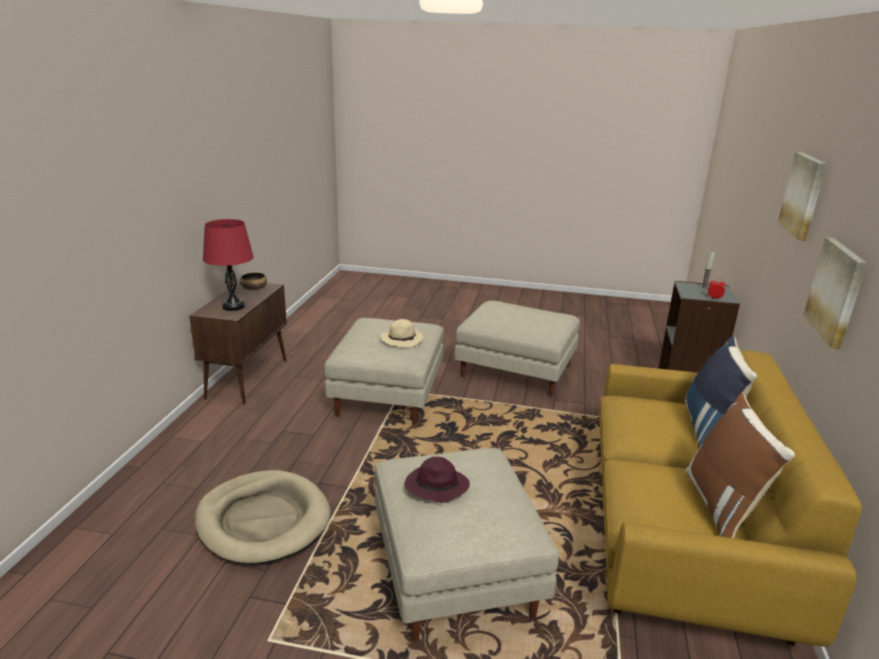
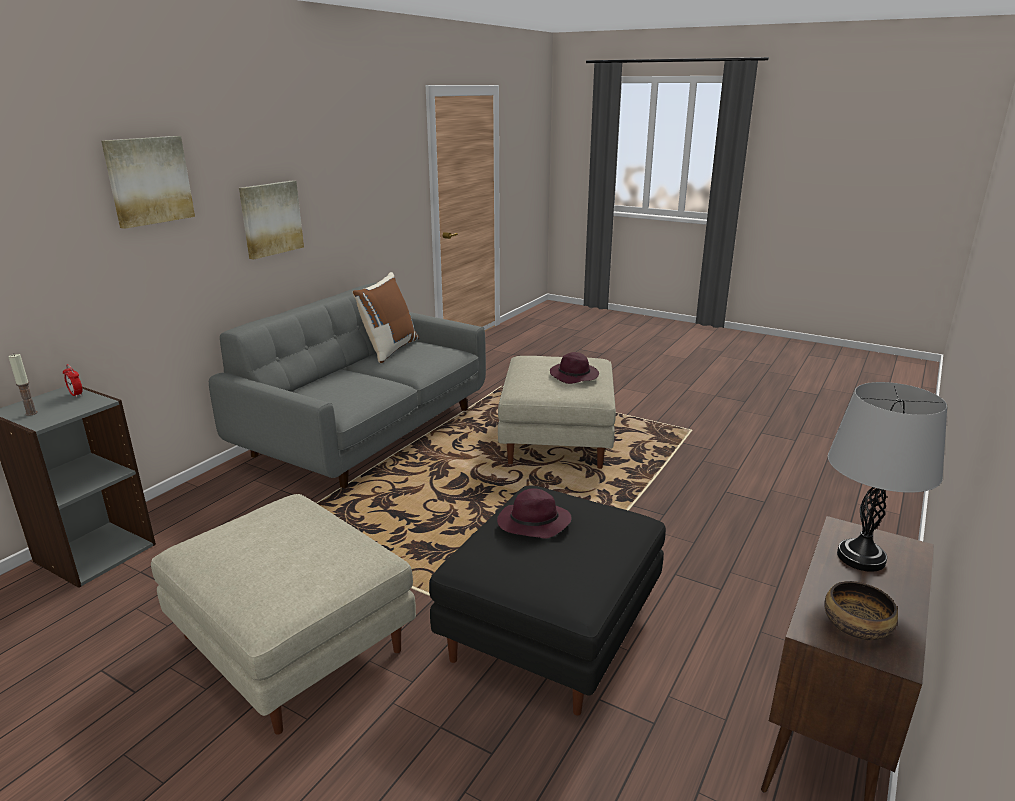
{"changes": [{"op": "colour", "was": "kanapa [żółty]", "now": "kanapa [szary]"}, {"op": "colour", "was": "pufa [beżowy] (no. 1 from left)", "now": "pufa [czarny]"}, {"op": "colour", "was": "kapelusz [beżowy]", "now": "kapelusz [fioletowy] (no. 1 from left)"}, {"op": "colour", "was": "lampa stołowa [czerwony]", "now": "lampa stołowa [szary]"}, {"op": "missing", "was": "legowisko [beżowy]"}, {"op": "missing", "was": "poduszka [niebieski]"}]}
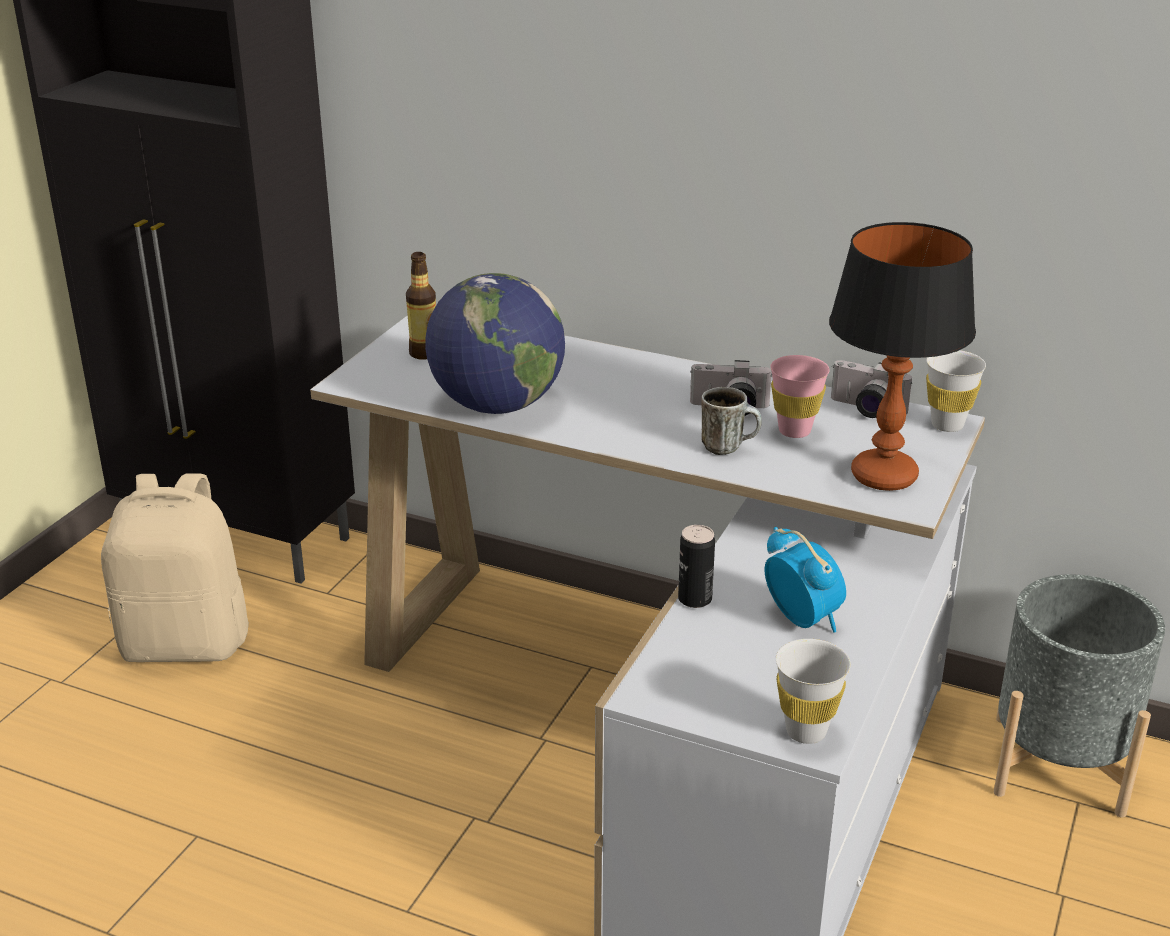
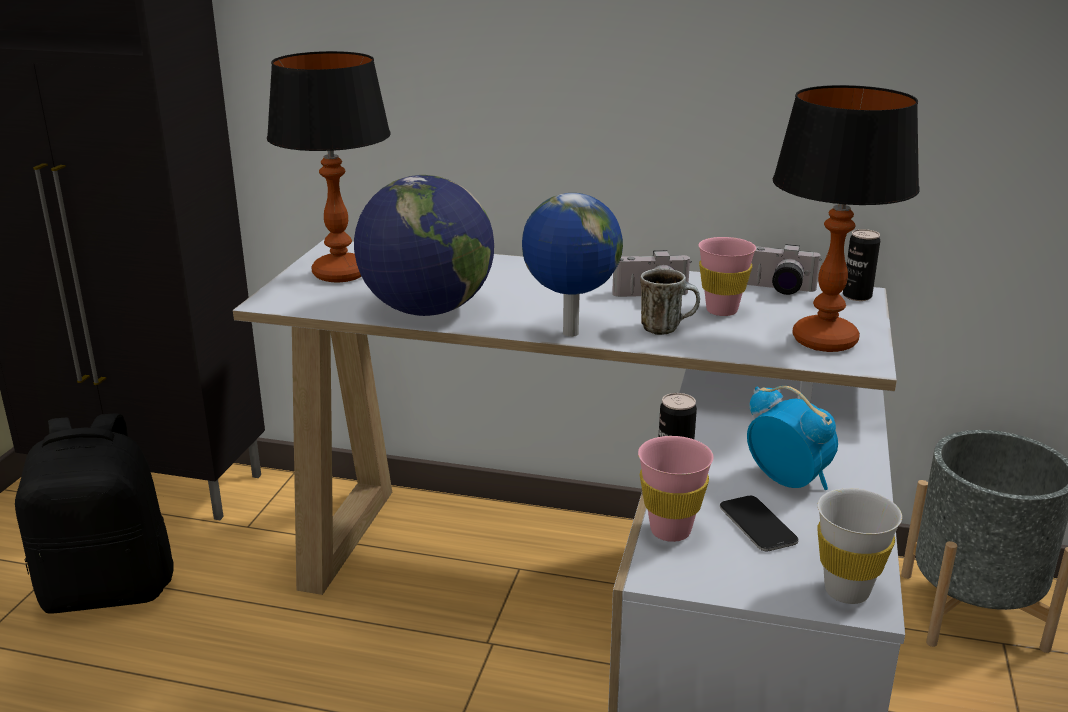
{"changes": [{"op": "colour", "was": "plecak [beżowy]", "now": "plecak [czarny]"}, {"op": "exchanged", "was": "butelka", "now": "lampa stołowa (no. 1 from left)"}, {"op": "appeared", "now": "globus (no. 2 from left)"}, {"op": "appeared", "now": "filiżanka [różowy] (no. 1 from left)"}, {"op": "appeared", "now": "telefon"}, {"op": "exchanged", "was": "filiżanka [biały] (no. 2 from left)", "now": "puszka (no. 2 from left)"}]}
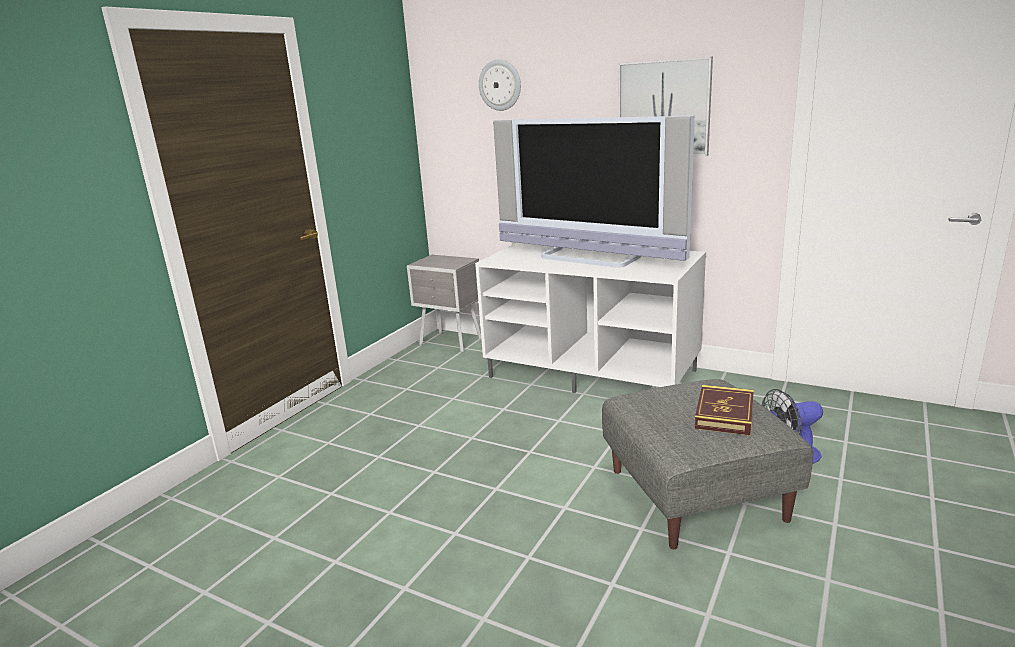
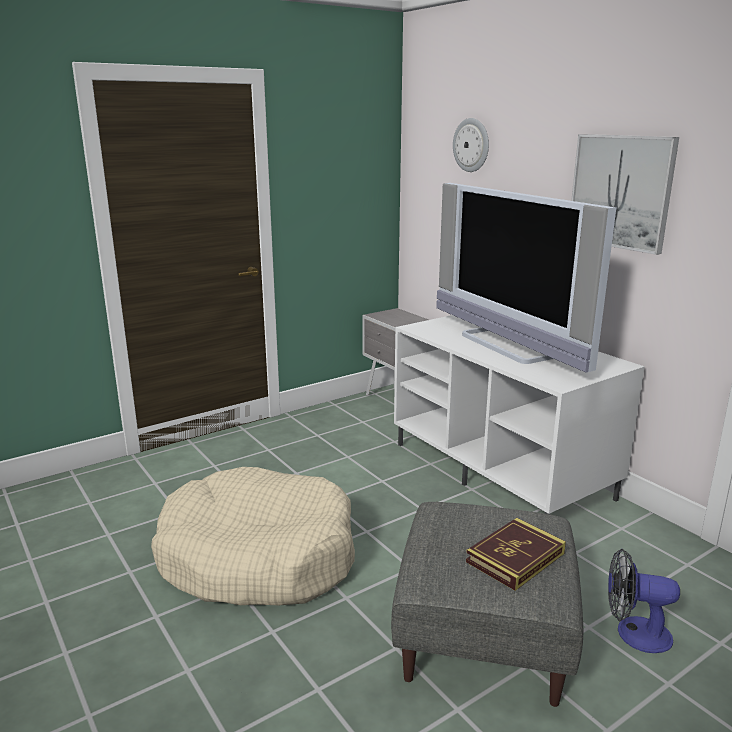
{"changes": [{"op": "appeared", "now": "legowisko [beżowy]"}]}
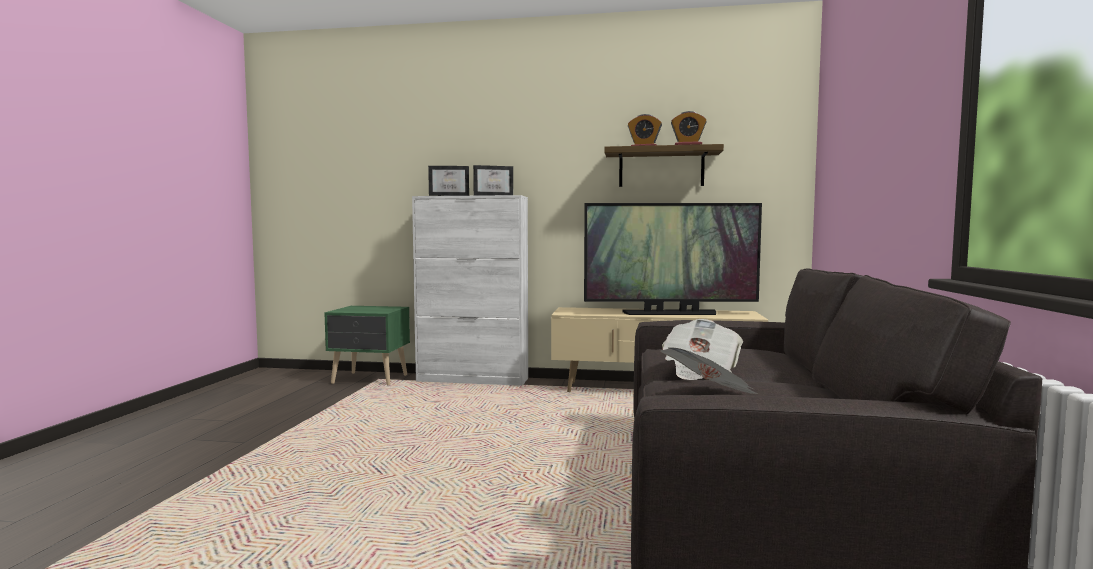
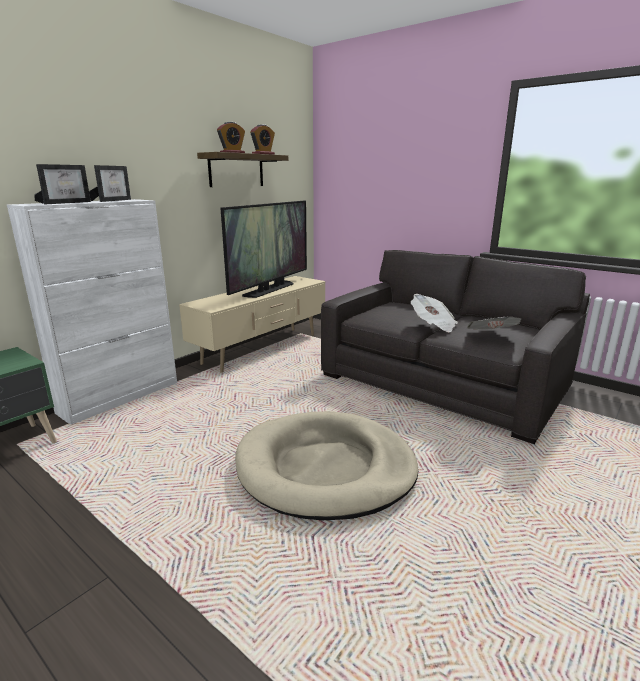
{"changes": [{"op": "appeared", "now": "legowisko [beżowy]"}]}
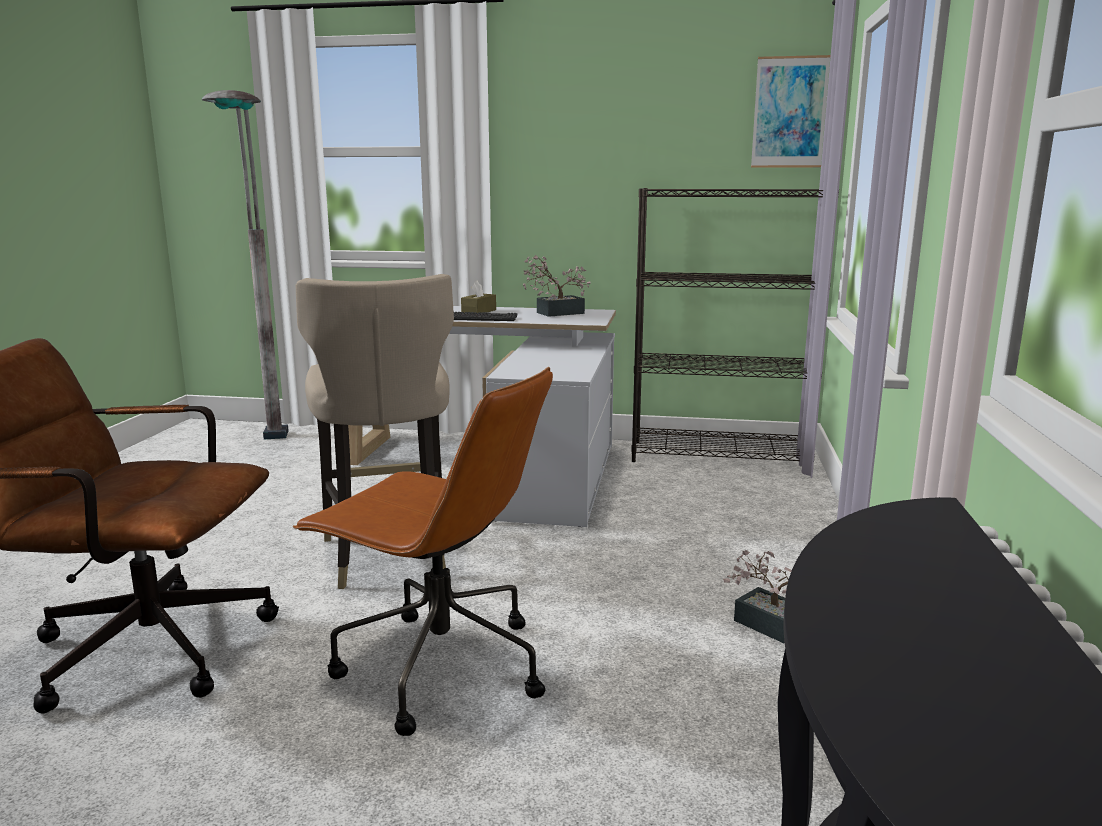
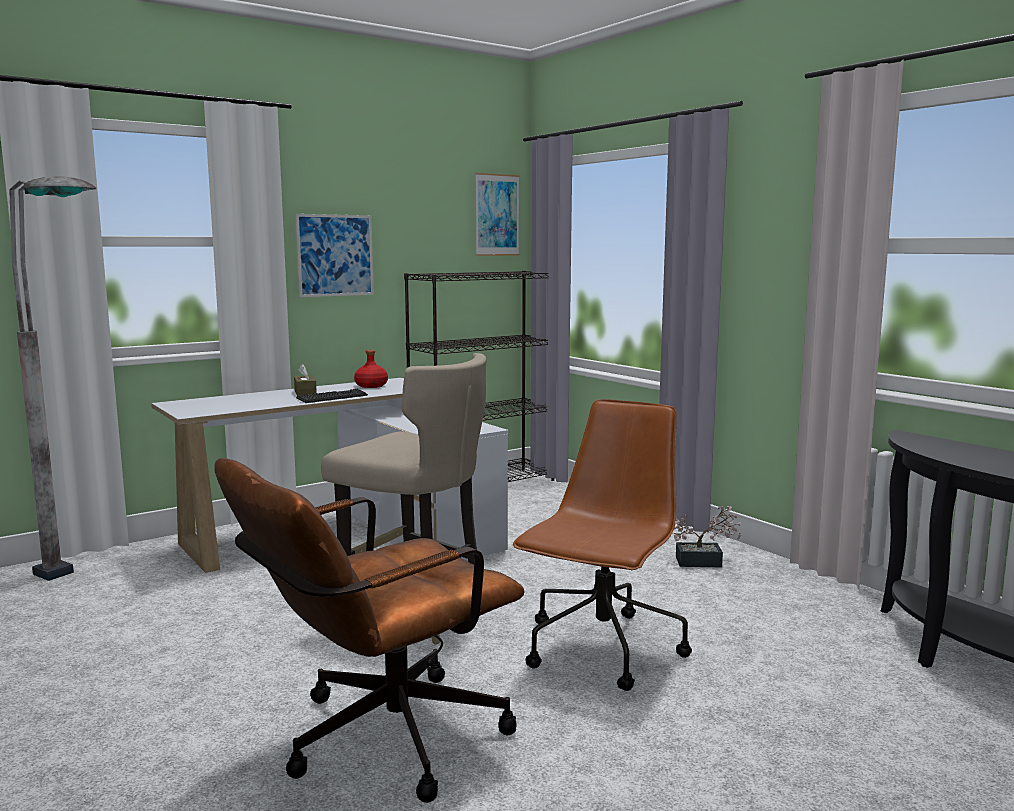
{"changes": [{"op": "appeared", "now": "obraz (no. 1 from left)"}, {"op": "exchanged", "was": "roślina doniczkowa (no. 1 from left)", "now": "butelka [czerwony]"}, {"op": "spun", "was": "krzesło biurowe [brązowy] (no. 2 from left)", "clockwise": -45}]}
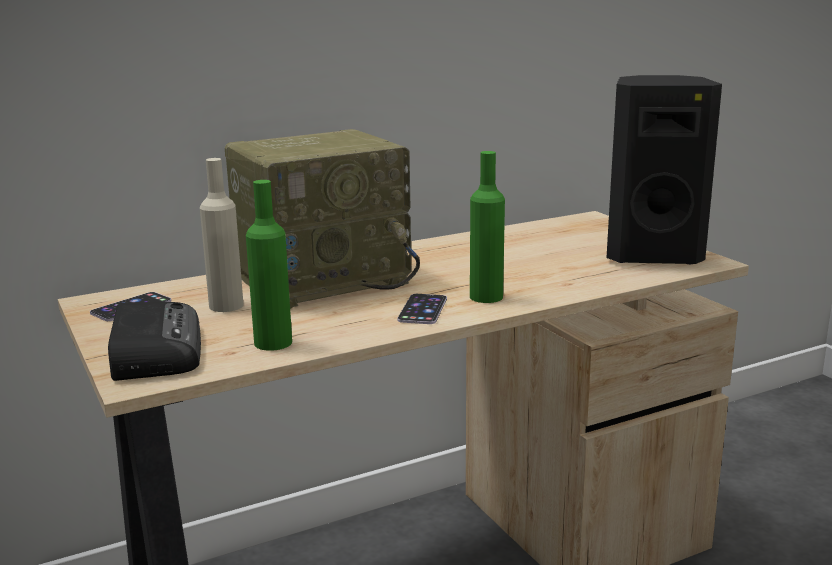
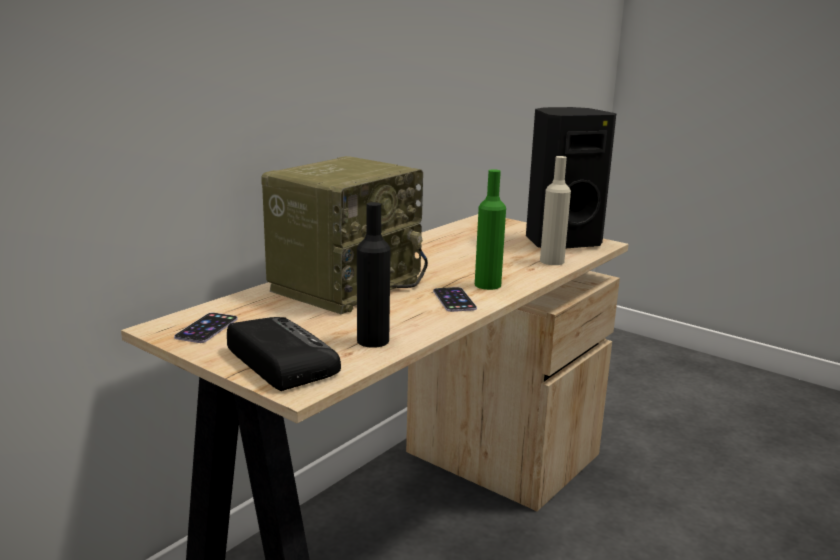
{"changes": [{"op": "colour", "was": "butelka [zielony] (no. 1 from left)", "now": "butelka [czarny]"}, {"op": "relocated", "was": "butelka [beżowy]"}]}
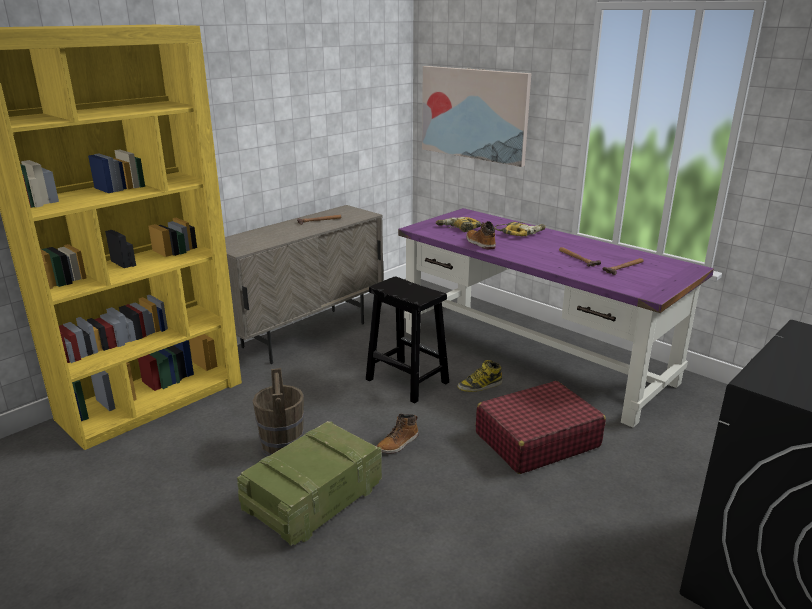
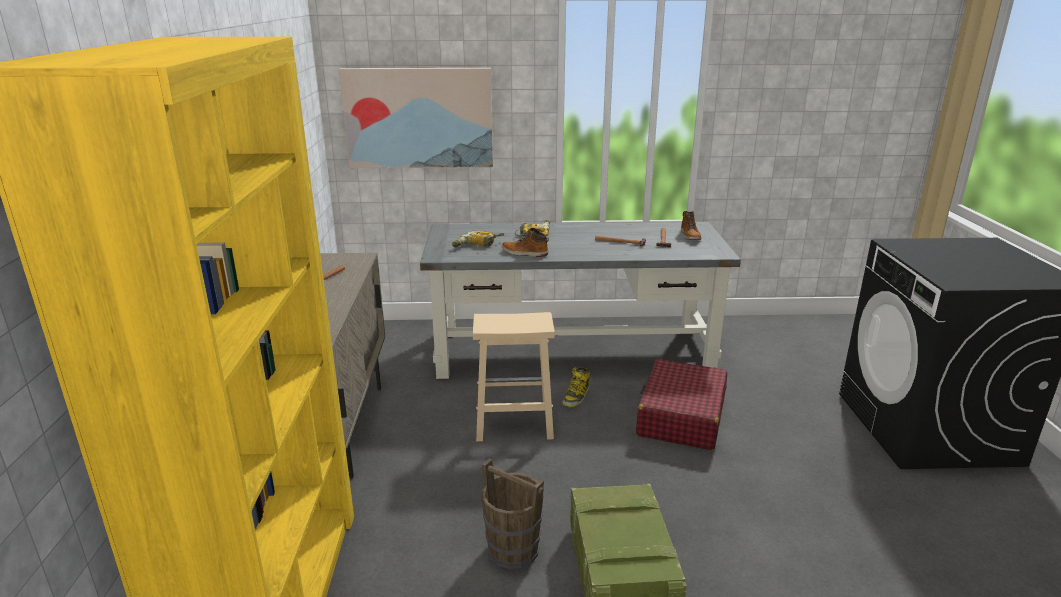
{"changes": [{"op": "colour", "was": "biurko [fioletowy]", "now": "biurko [szary]"}, {"op": "colour", "was": "stołek [czarny]", "now": "stołek [beżowy]"}, {"op": "relocated", "was": "but z cholewką (no. 1 from left in the first image)", "now": "but z cholewką (no. 3 from left)"}]}
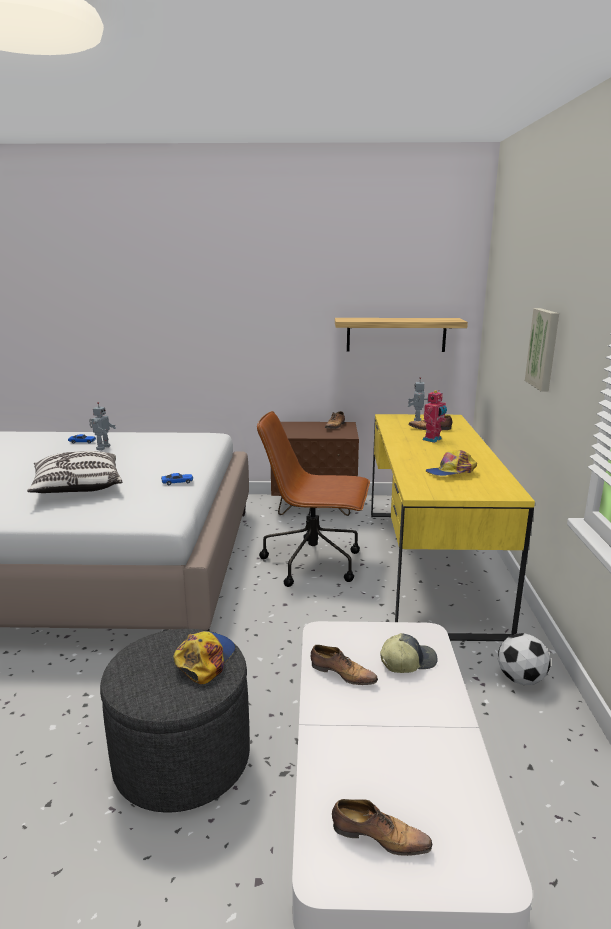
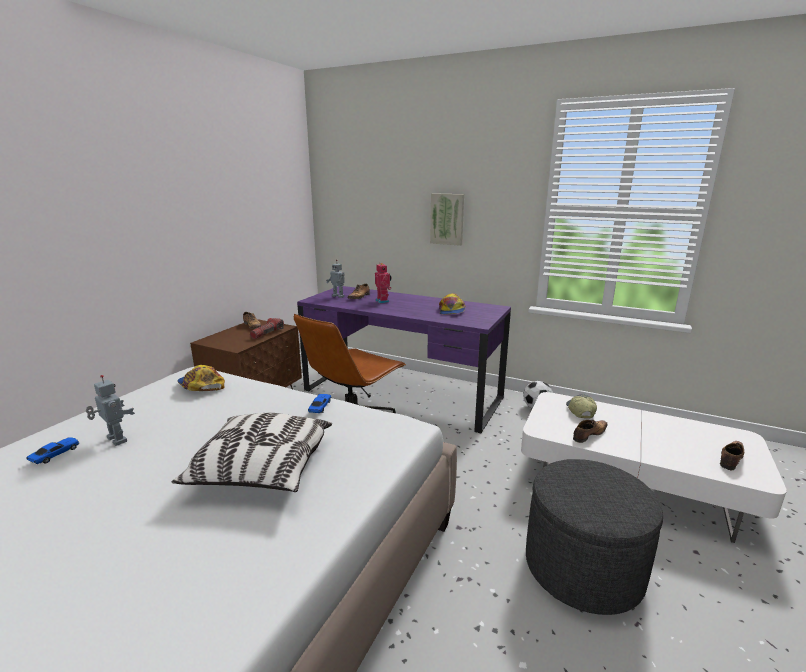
{"changes": [{"op": "relocated", "was": "czapka z daszkiem (no. 1 from left)"}, {"op": "appeared", "now": "latarka"}, {"op": "colour", "was": "biurko [żółty]", "now": "biurko [fioletowy]"}, {"op": "missing", "was": "półka"}]}
